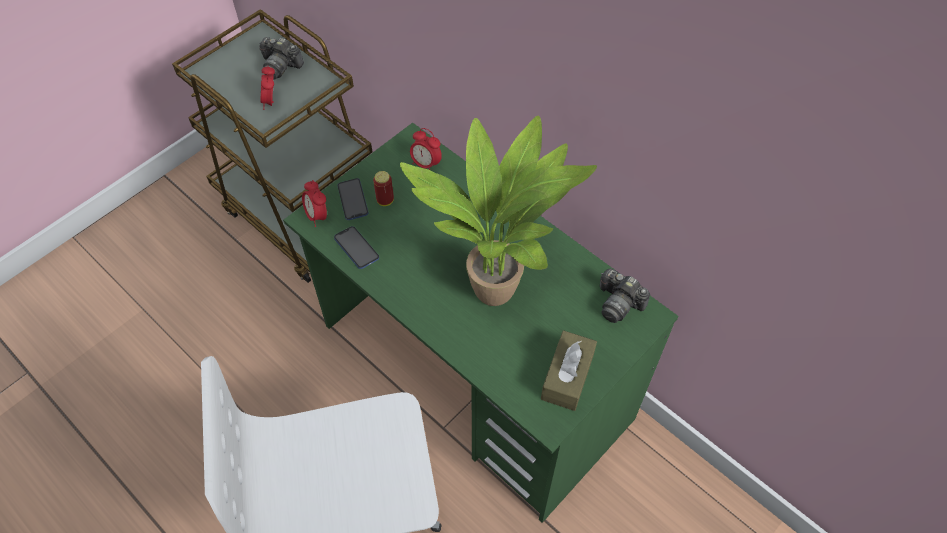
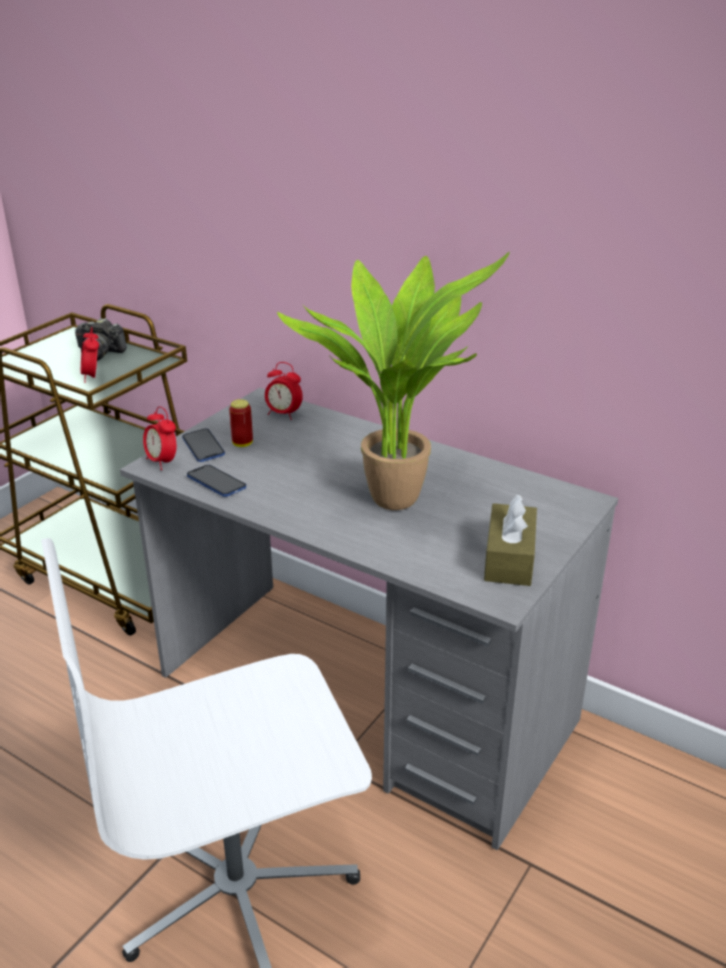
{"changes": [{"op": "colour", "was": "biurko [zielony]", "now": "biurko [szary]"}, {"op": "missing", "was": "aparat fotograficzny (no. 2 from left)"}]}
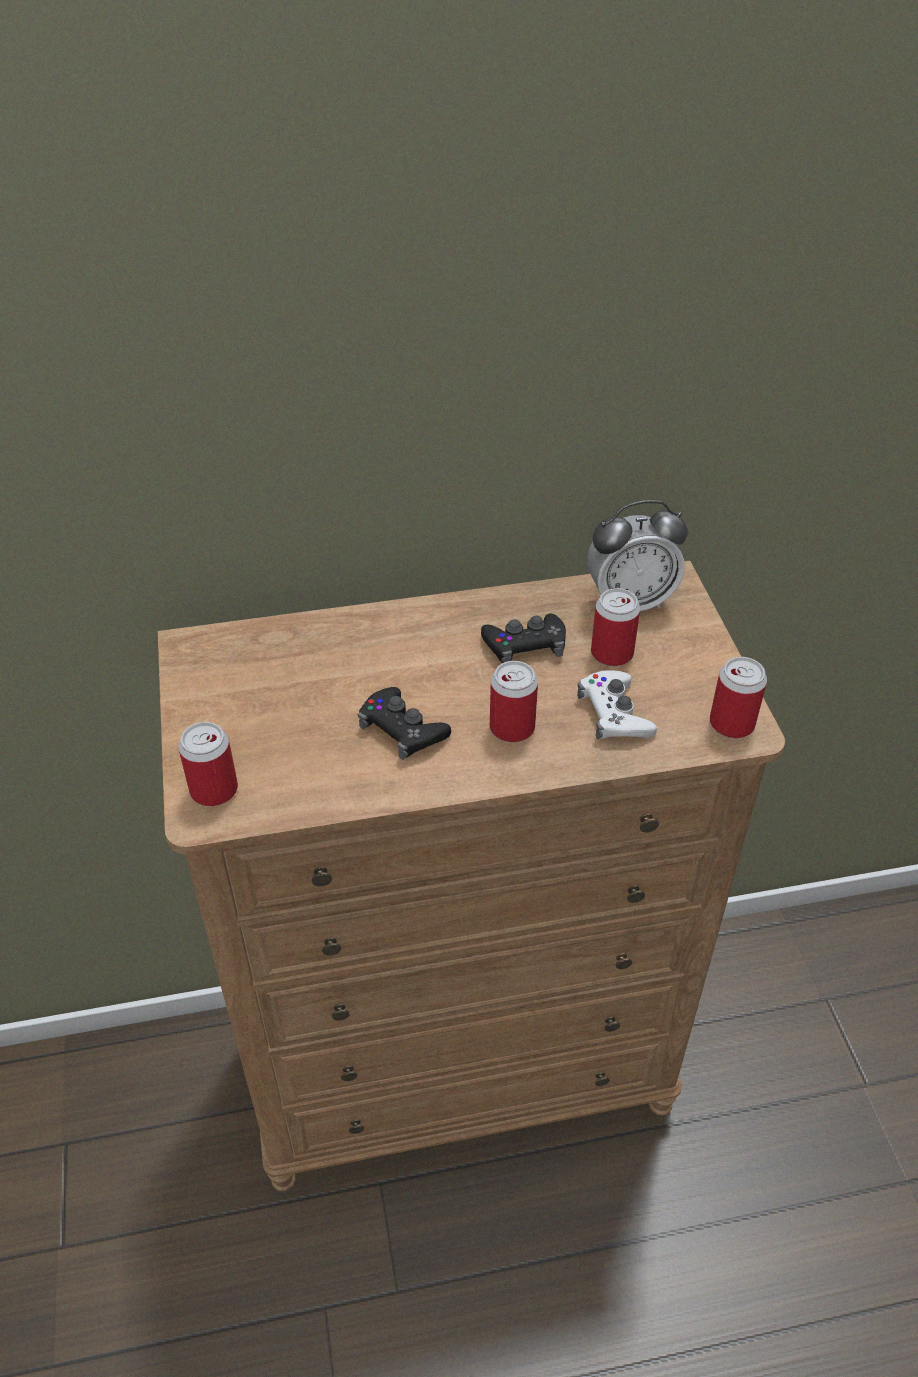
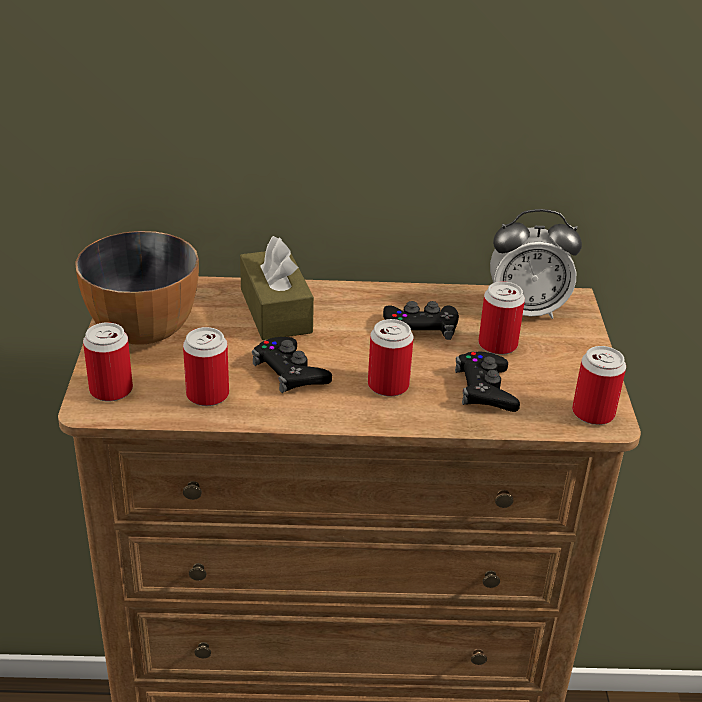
{"changes": [{"op": "appeared", "now": "miska"}, {"op": "appeared", "now": "puszka (no. 2 from left)"}, {"op": "appeared", "now": "pudełko chusteczek [brązowy]"}, {"op": "colour", "was": "pad do gier [biały]", "now": "pad do gier [czarny] (no. 3 from left)"}]}
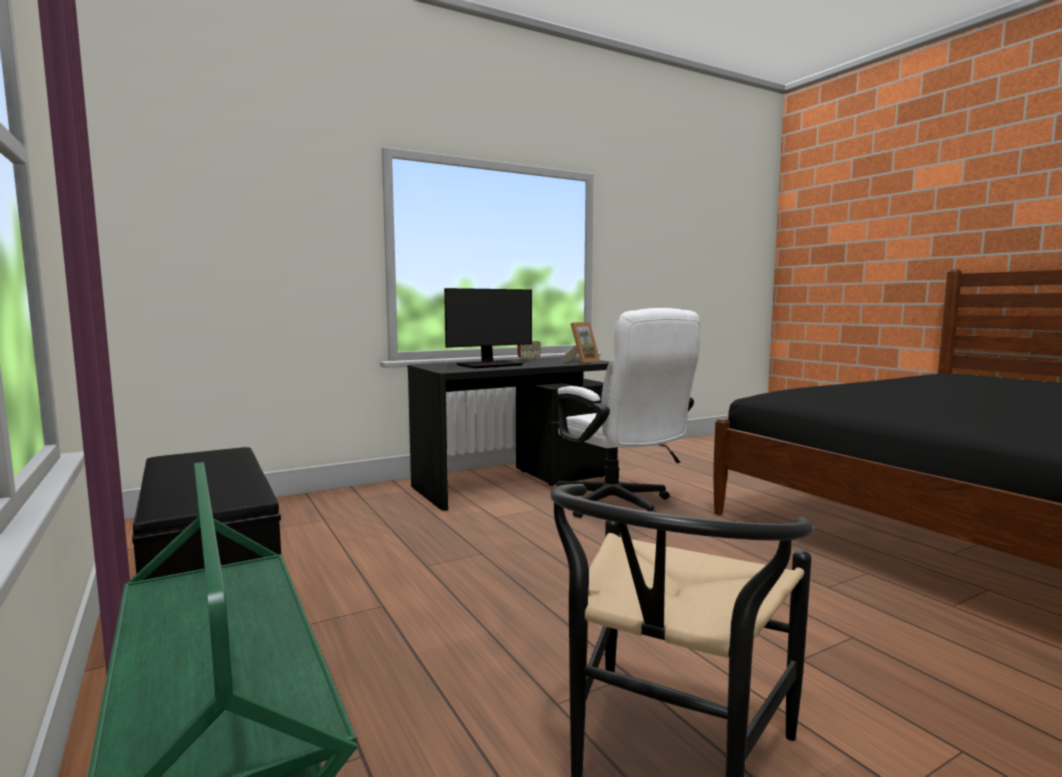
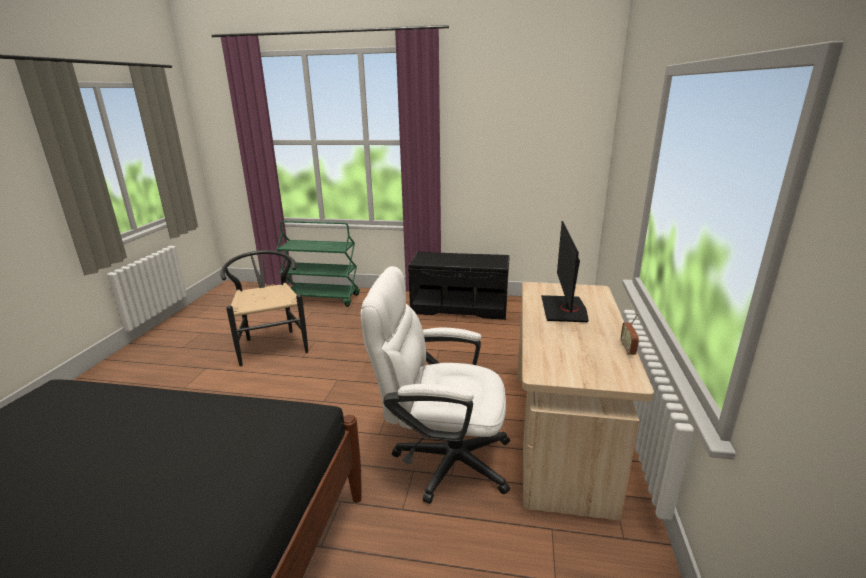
{"changes": [{"op": "colour", "was": "biurko [czarny]", "now": "biurko [beżowy]"}, {"op": "missing", "was": "ramka na zdjęcie"}]}
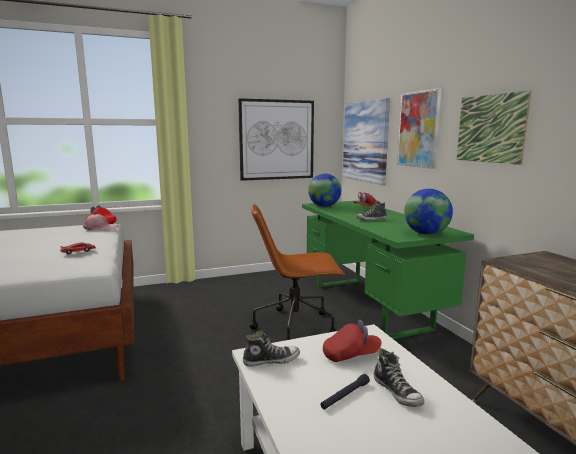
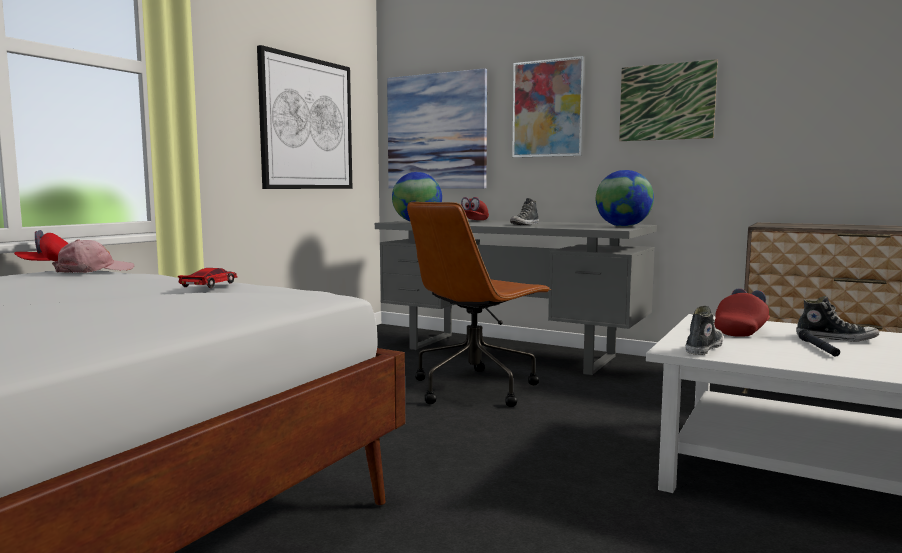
{"changes": [{"op": "colour", "was": "biurko [zielony]", "now": "biurko [szary]"}]}
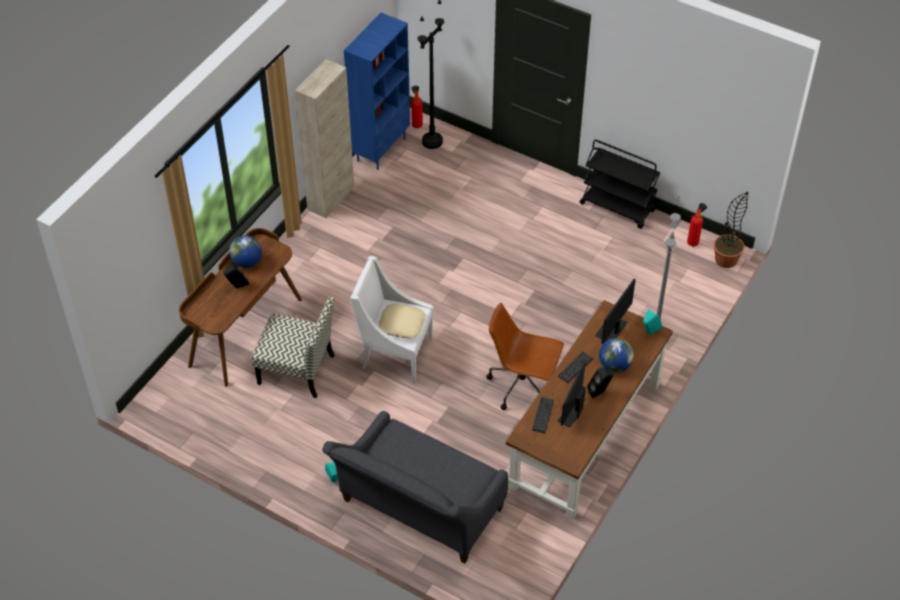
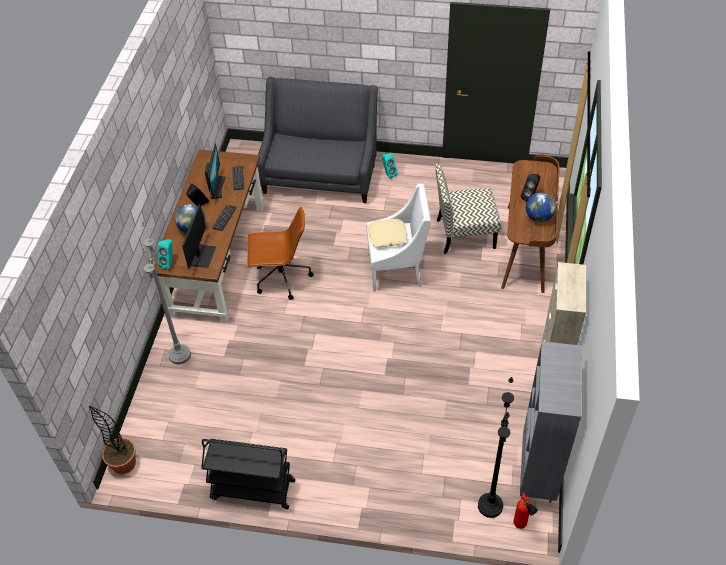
{"changes": [{"op": "colour", "was": "regał [niebieski]", "now": "regał [szary]"}, {"op": "missing", "was": "gaśnica (no. 2 from left)"}]}
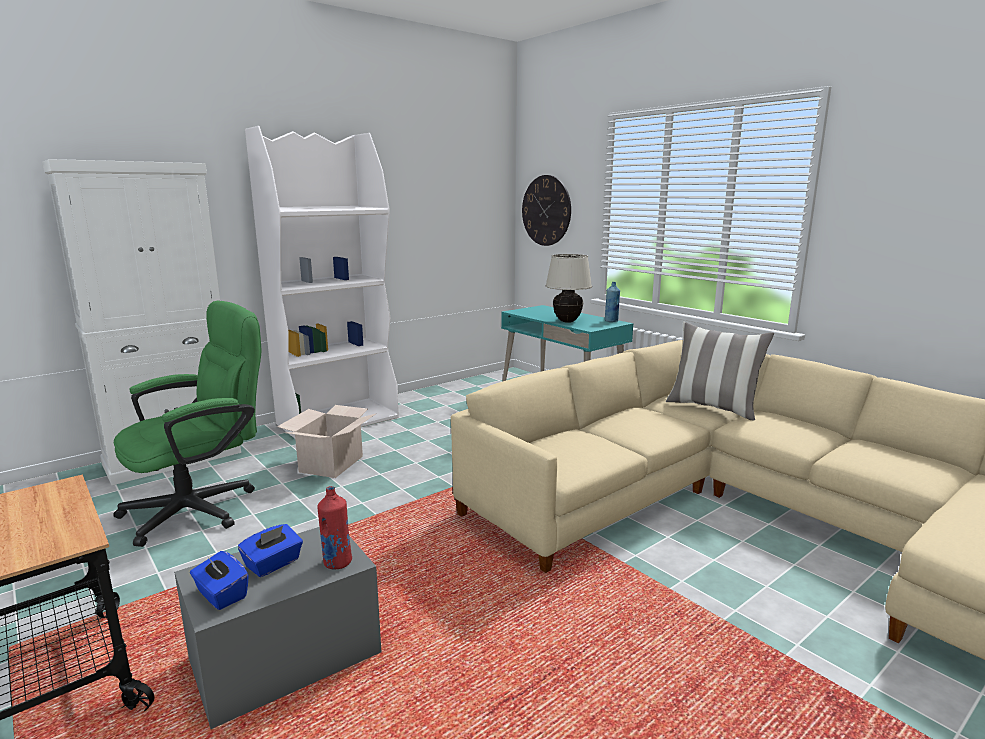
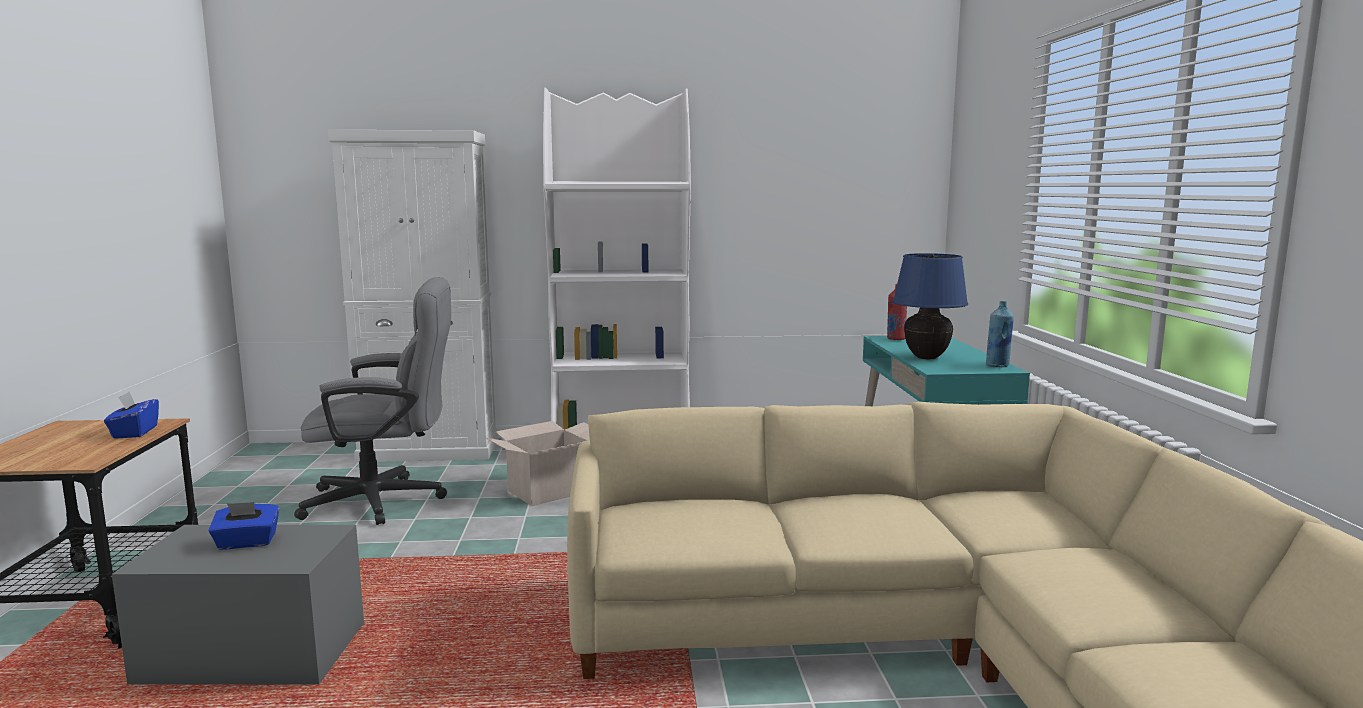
{"changes": [{"op": "relocated", "was": "pudełko chusteczek [niebieski] (no. 1 from left)"}, {"op": "colour", "was": "krzesło biurowe [zielony]", "now": "krzesło biurowe [szary]"}, {"op": "relocated", "was": "butelka [czerwony]"}, {"op": "colour", "was": "lampa stołowa [beżowy]", "now": "lampa stołowa [niebieski]"}, {"op": "missing", "was": "zegar ścienny"}, {"op": "missing", "was": "poduszka"}]}
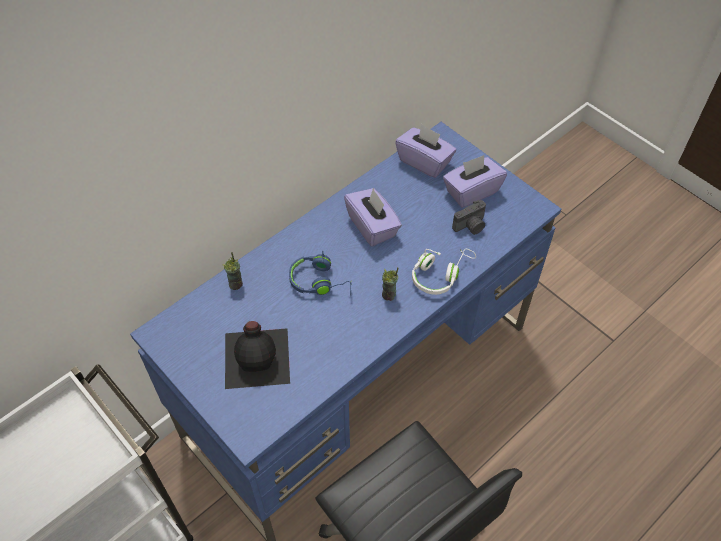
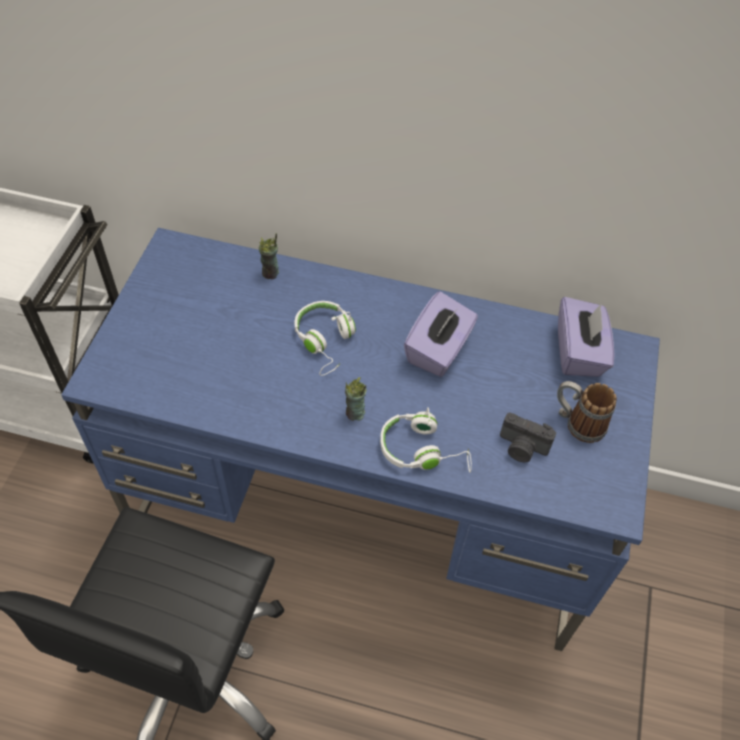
{"changes": [{"op": "colour", "was": "słuchawki [niebieski]", "now": "słuchawki [biały] (no. 1 from left)"}, {"op": "exchanged", "was": "pudełko chusteczek [fioletowy] (no. 3 from left)", "now": "kubek"}, {"op": "missing", "was": "butelka [czarny]"}]}
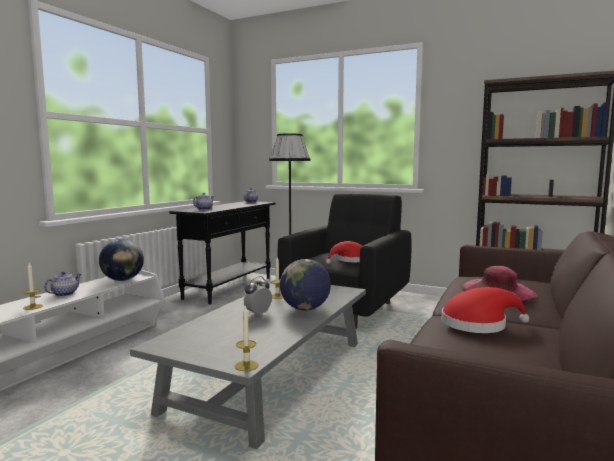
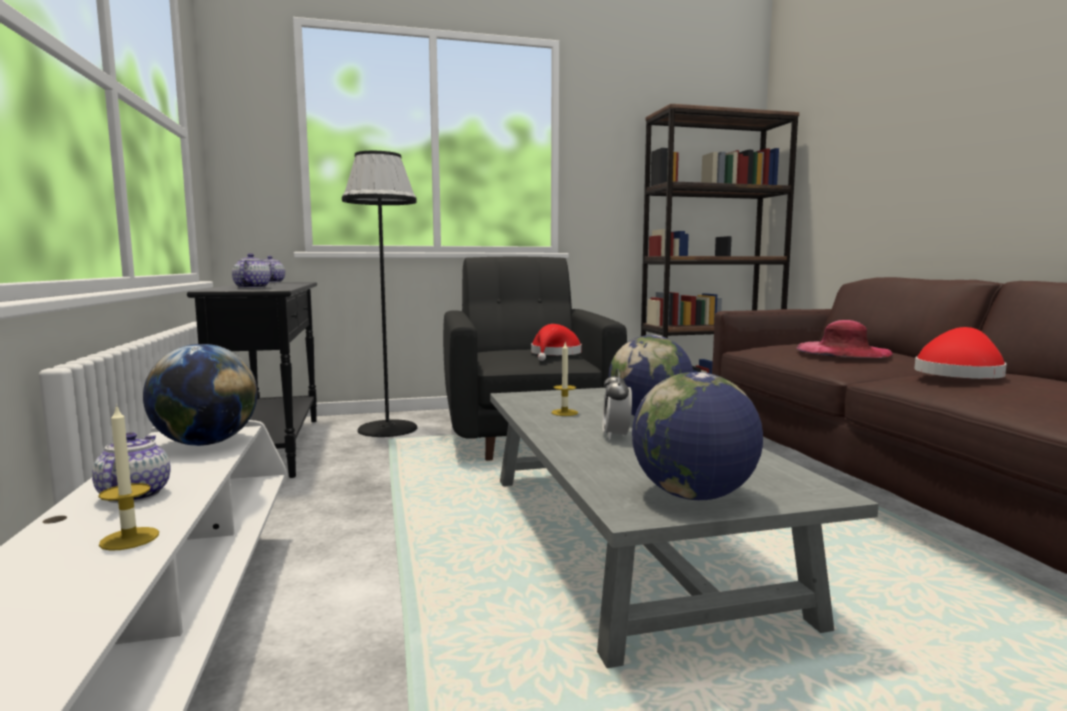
{"changes": [{"op": "appeared", "now": "globus (no. 3 from left)"}, {"op": "missing", "was": "świeca (no. 2 from left)"}]}
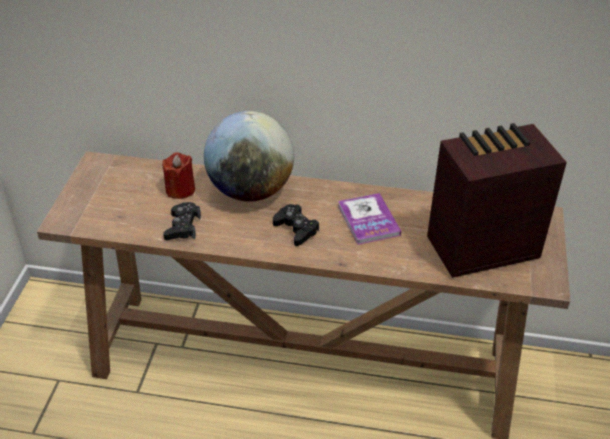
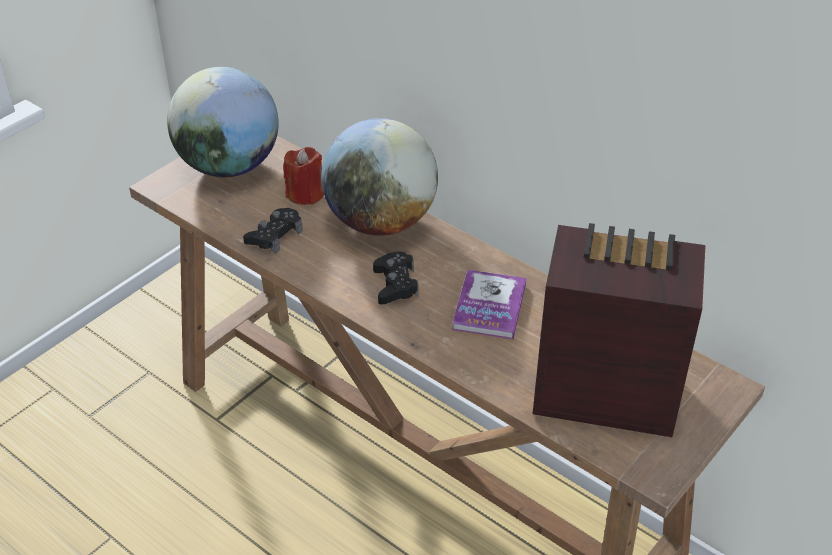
{"changes": [{"op": "appeared", "now": "globus (no. 1 from left)"}]}
